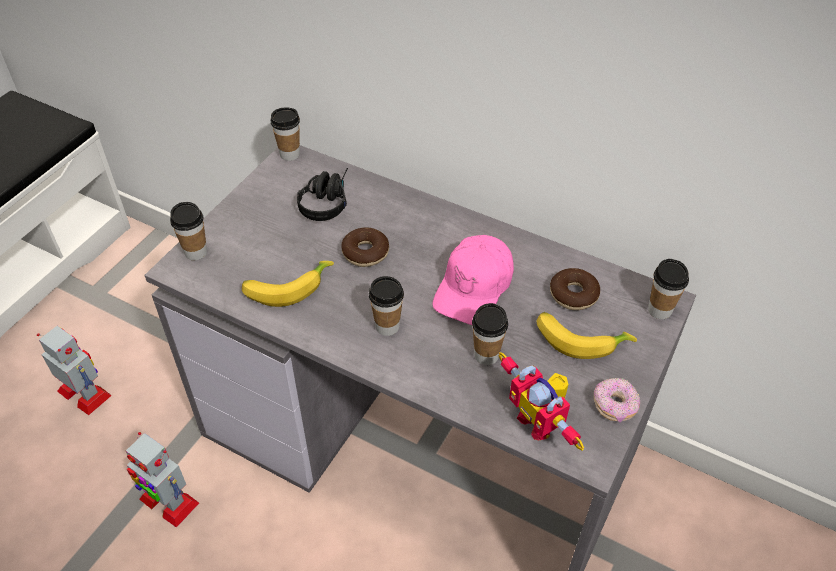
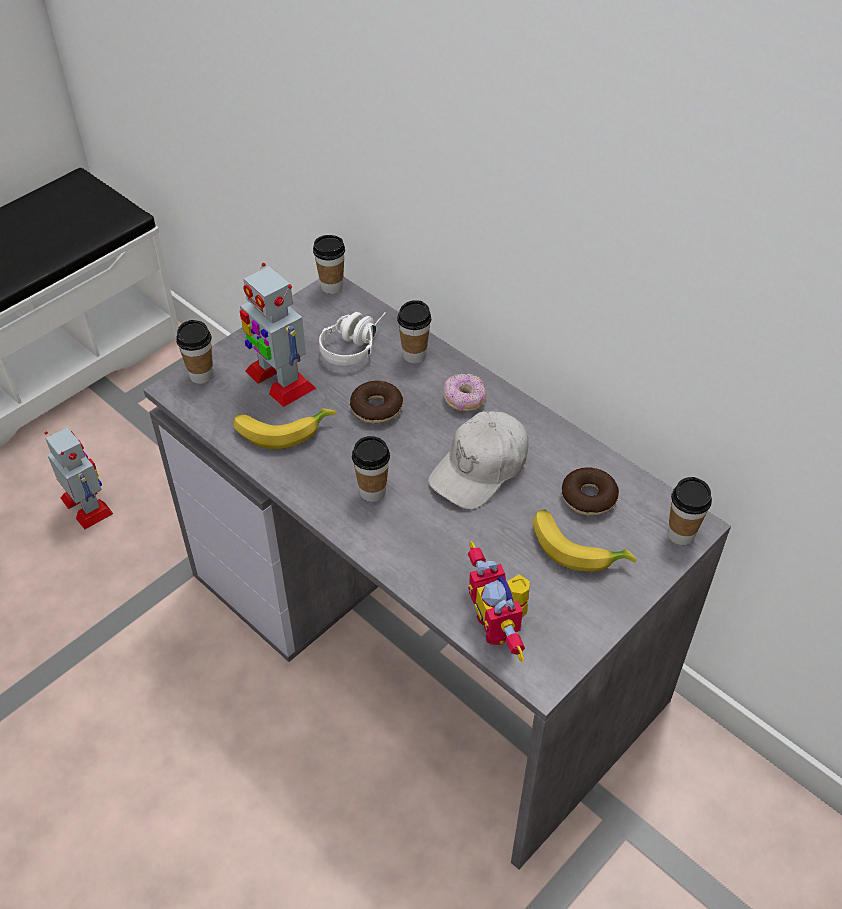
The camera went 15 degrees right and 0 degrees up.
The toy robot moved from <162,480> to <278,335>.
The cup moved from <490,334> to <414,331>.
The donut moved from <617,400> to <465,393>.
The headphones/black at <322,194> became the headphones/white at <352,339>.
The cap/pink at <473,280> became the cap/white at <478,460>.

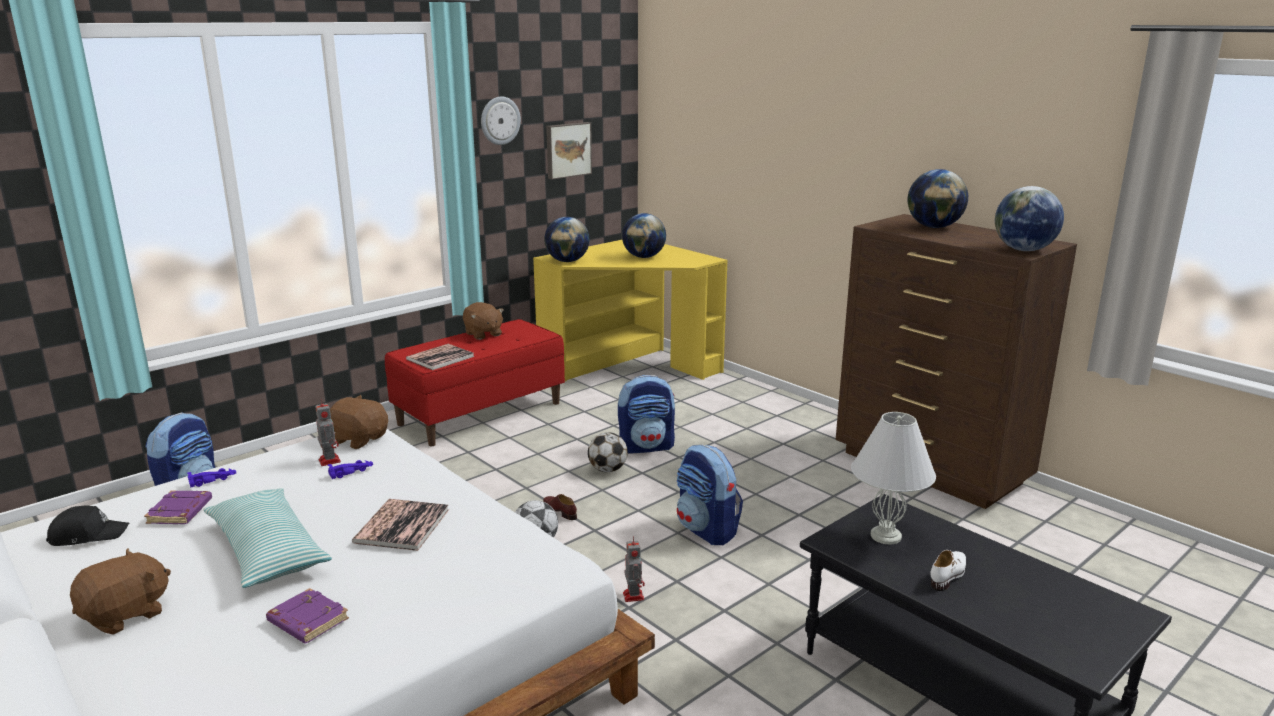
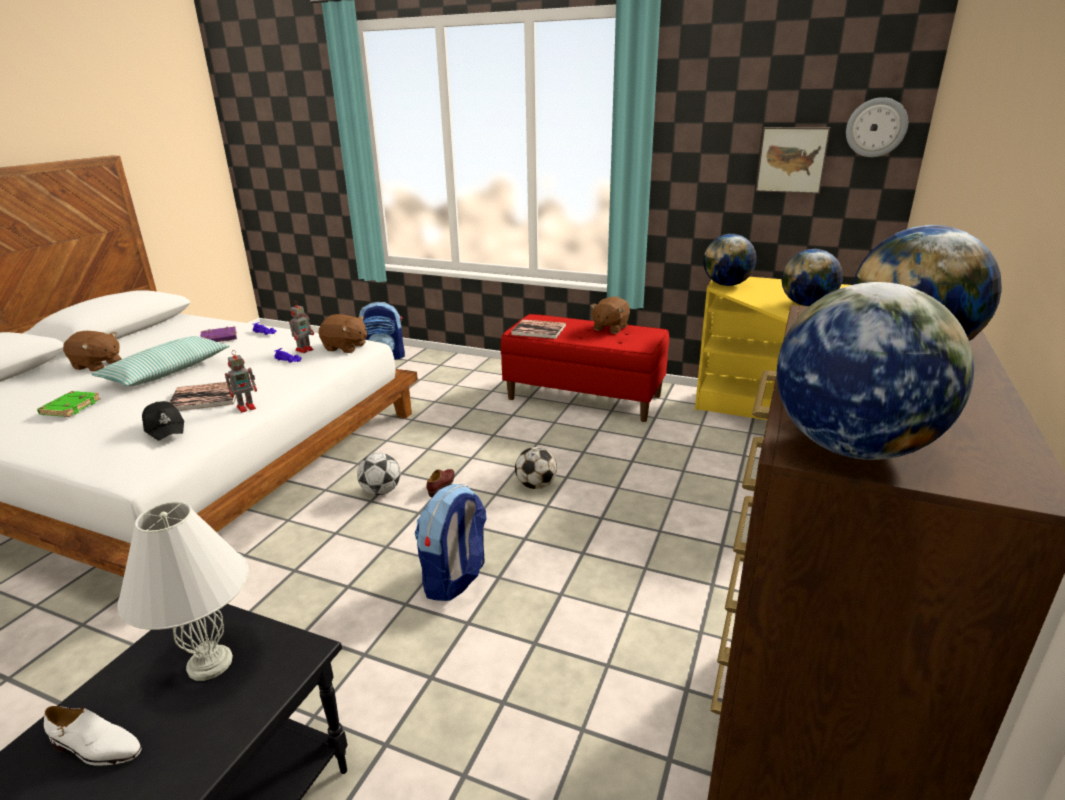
The camera went 65 degrees right and 5 degrees up.
The backpack at <646,414> disappeared.
The cap/black moved from <87,525> to <163,421>.
The wall clock moved from <501,121> to <877,127>.
The toy robot moved from <634,569> to <241,381>.
The book/purple at <307,616> became the book/green at <69,404>.
The plush toy/brown at <359,422> turned 105 degrees clockwise.

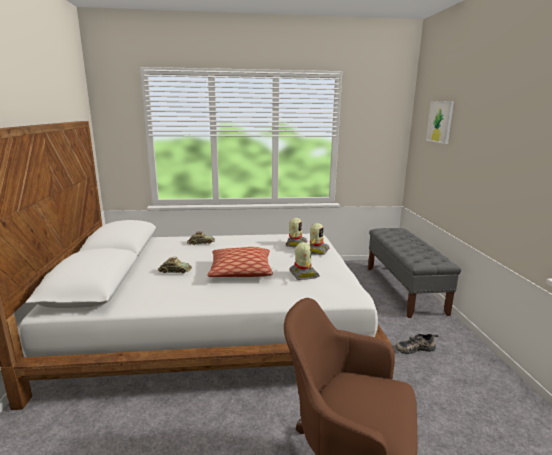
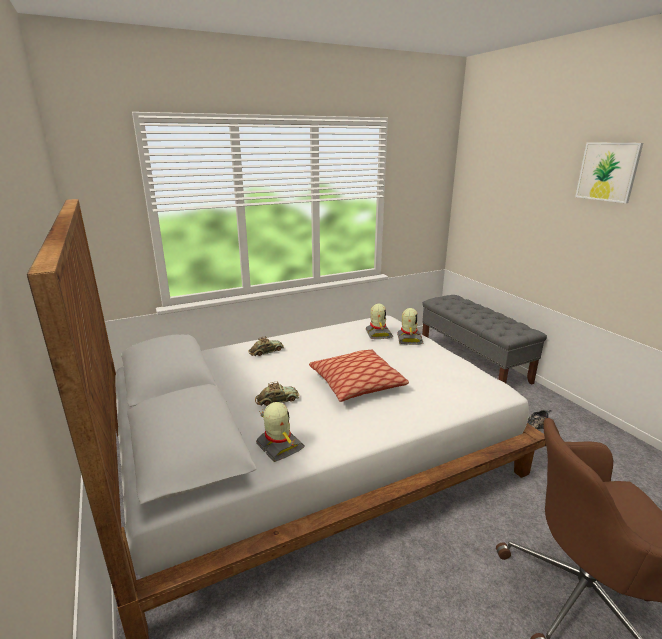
The camera went 20 degrees left and 5 degrees up.
The toy robot moved from <304,261> to <280,432>.
The picture moved from <440,122> to <609,172>.

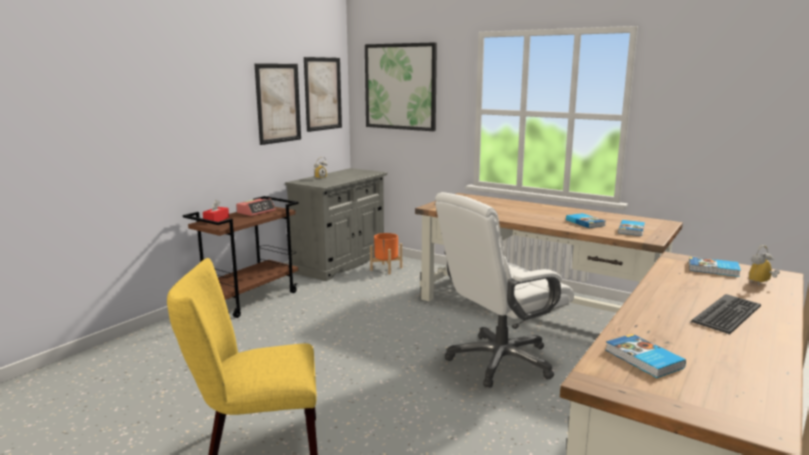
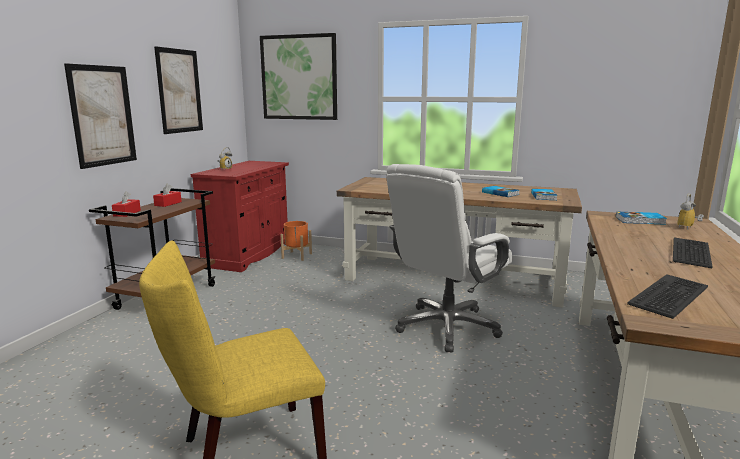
The camera went 15 degrees left and 0 degrees up.
The picture moved from <323,94> to <100,116>.
The alarm clock at <256,207> was replaced by the tissue box/red at <167,195>.
The book at <645,356> was replaced by the keyboard at <667,296>.
The cabinet/grey at <336,224> became the cabinet/red at <240,216>.

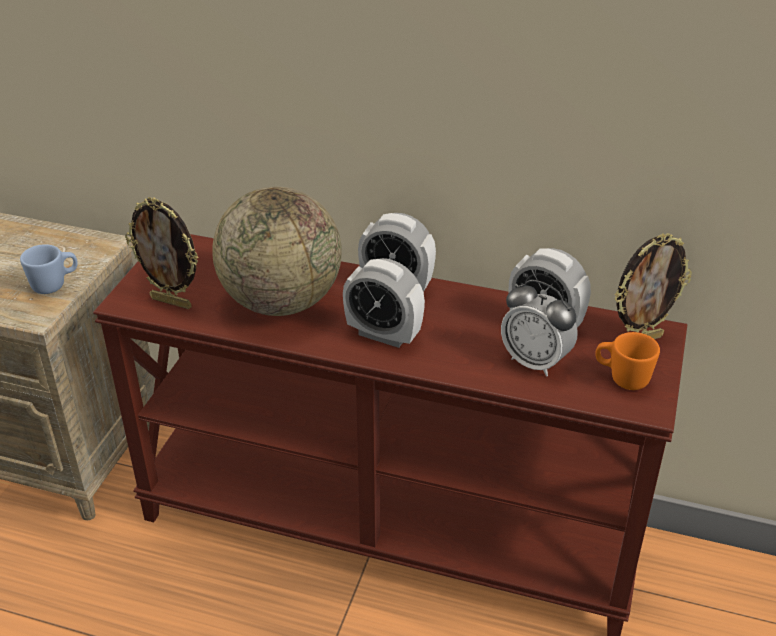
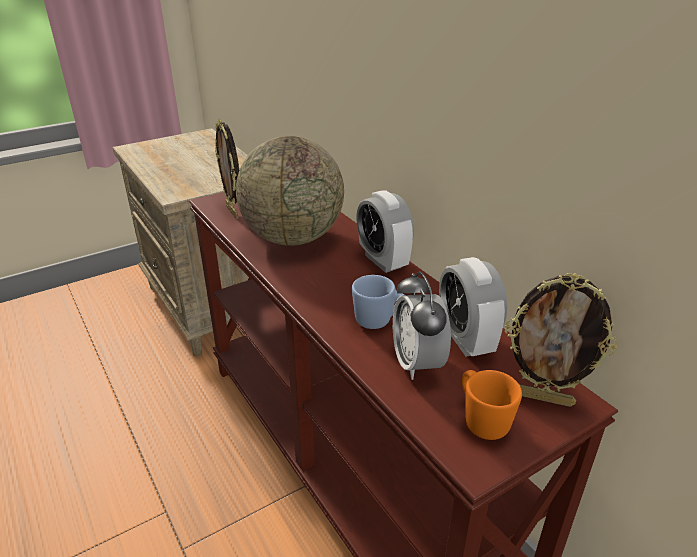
The camera went 40 degrees right and 5 degrees down.
The alarm clock at <384,303> disappeared.
The mug/blue moved from <49,269> to <378,302>.

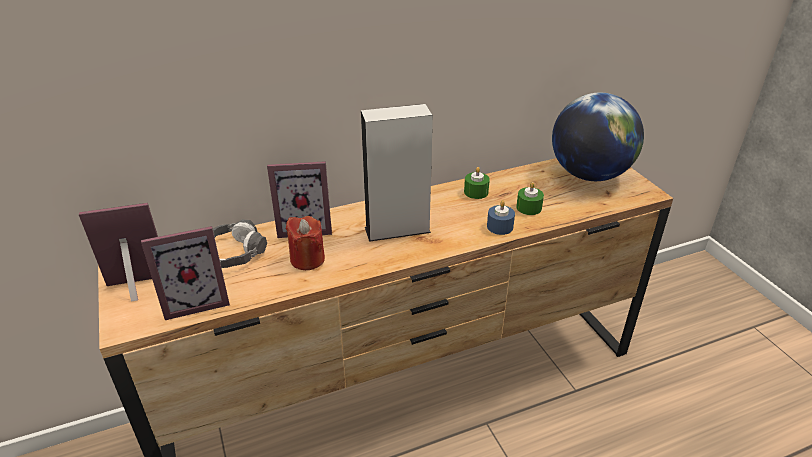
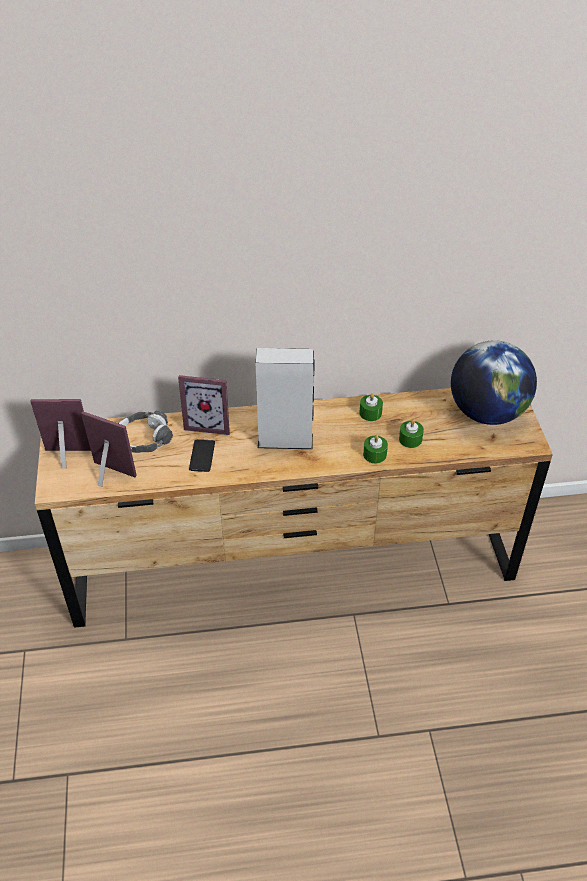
The camera went 15 degrees right and 10 degrees up.
The candle/red at <305,243> was replaced by the phone at <202,455>.
The candle/blue at <501,217> became the candle/green at <375,449>.
The picture frame at <185,273> turned 150 degrees counterclockwise.

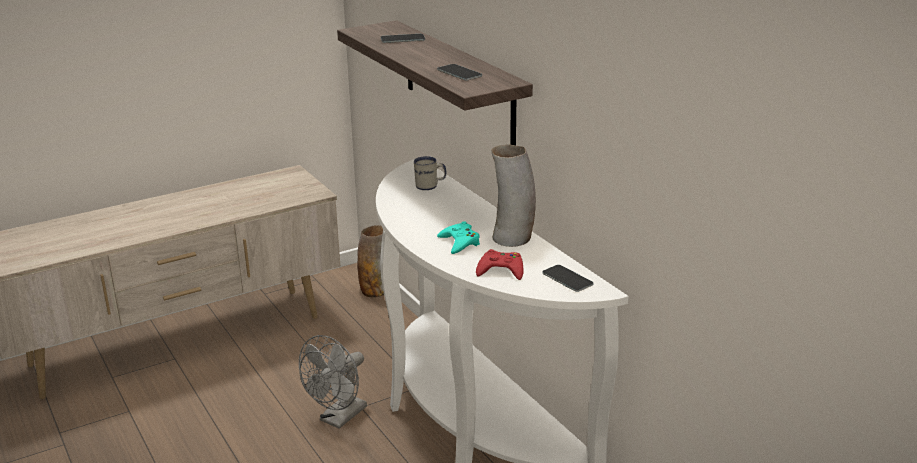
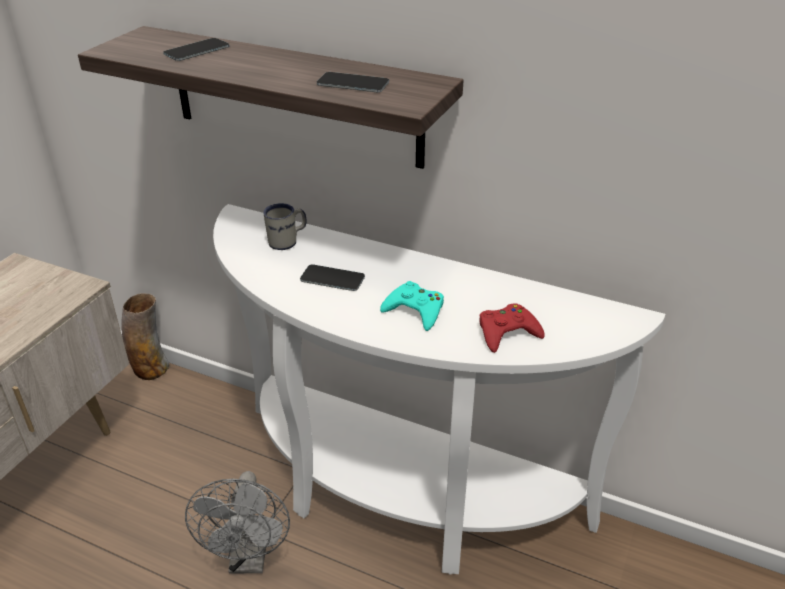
The camera went 35 degrees left and 10 degrees up.
The vase at <513,195> disappeared.
The phone moved from <567,278> to <332,277>.

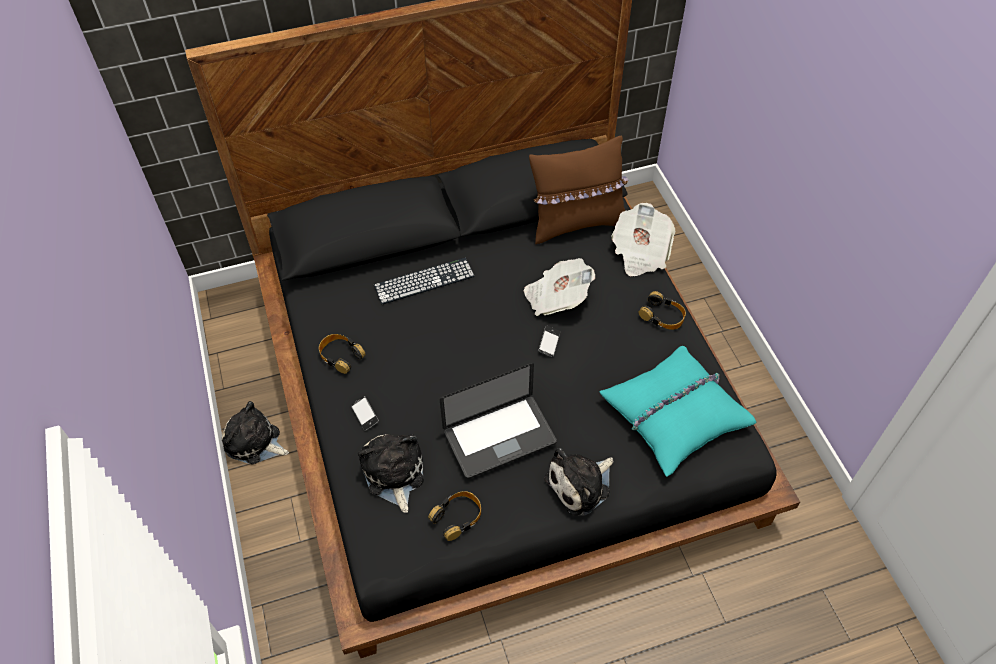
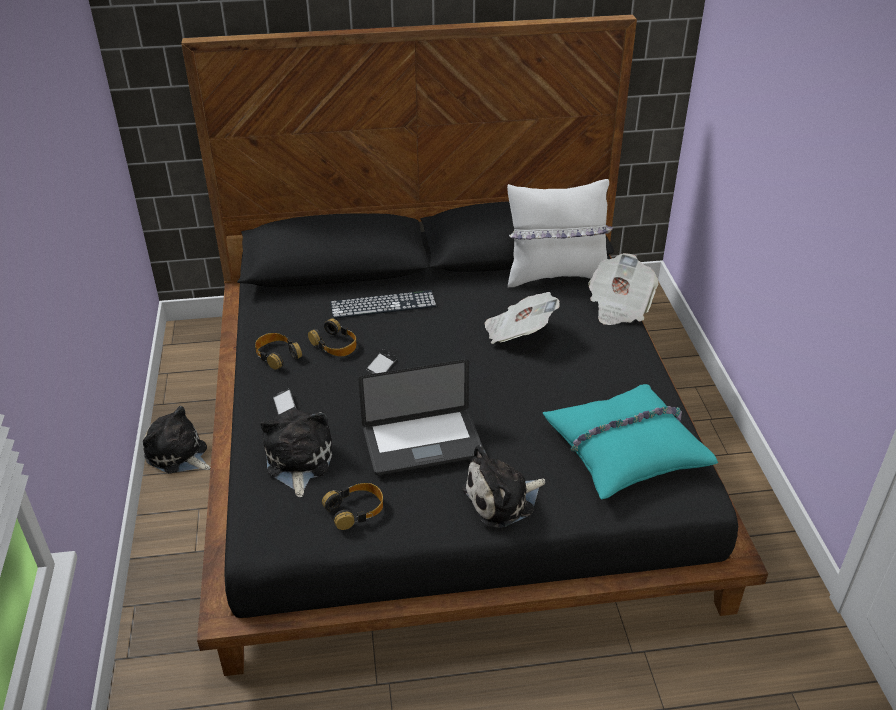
The camera went 10 degrees right and 15 degrees down.
The phone moved from <549,341> to <381,361>.
The headphones moved from <662,310> to <332,337>.
The pillow/brown at <579,190> became the pillow/white at <560,233>.

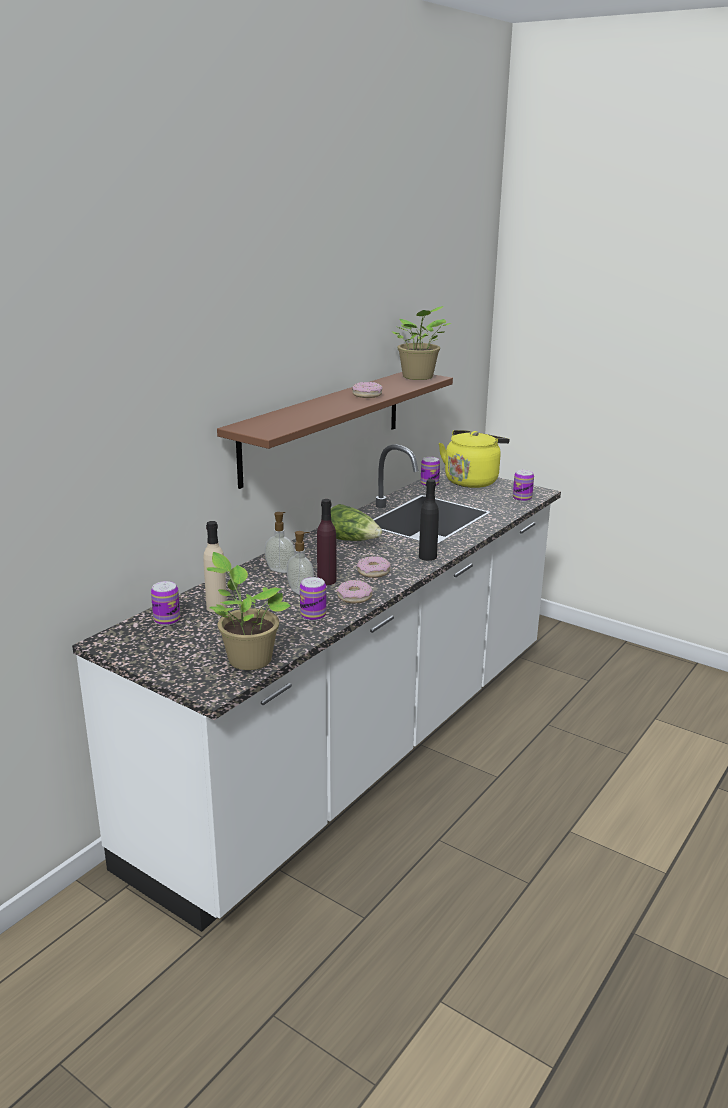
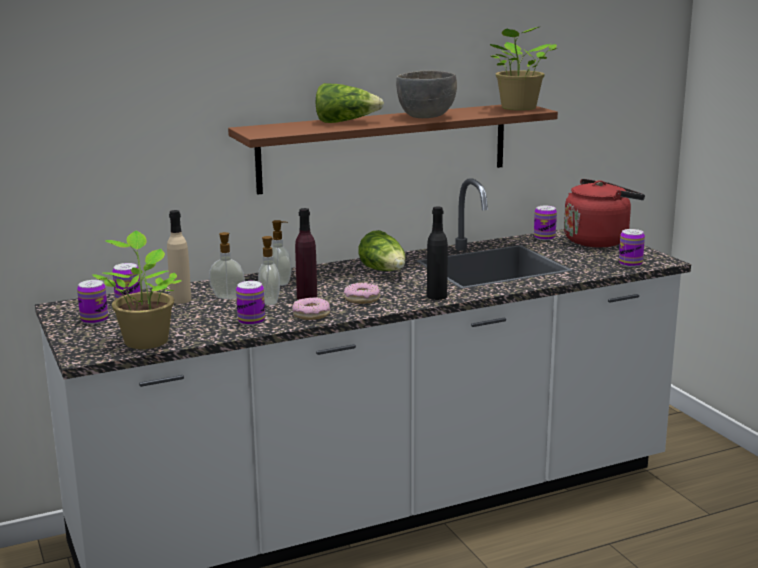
The camera went 30 degrees right and 5 degrees down.
The can at <92,302> appeared.
The soap dispenser at <227,265> appeared.
The lettuce at <349,103> appeared.
The donut at <367,390> was replaced by the bowl/grey at <426,94>.
The kettle/yellow at <474,459> became the kettle/red at <604,213>.

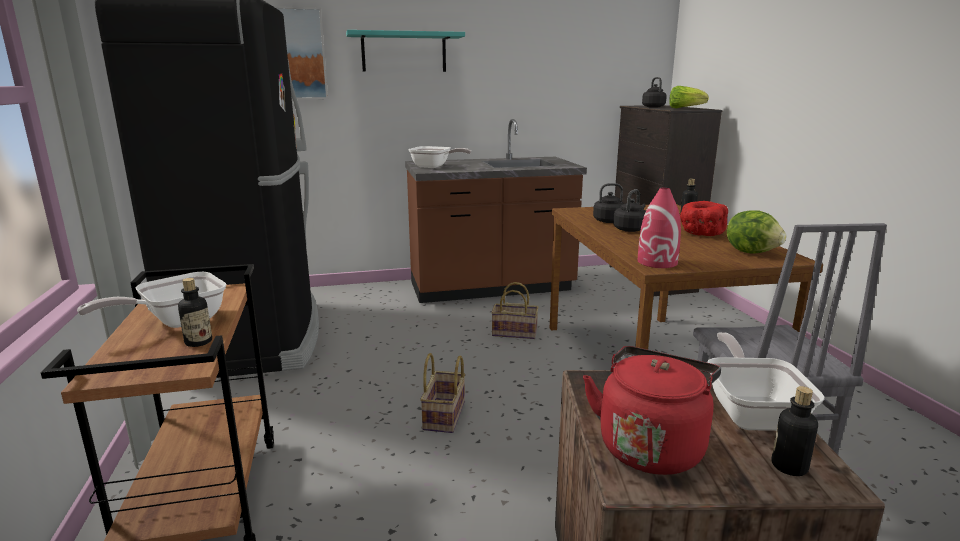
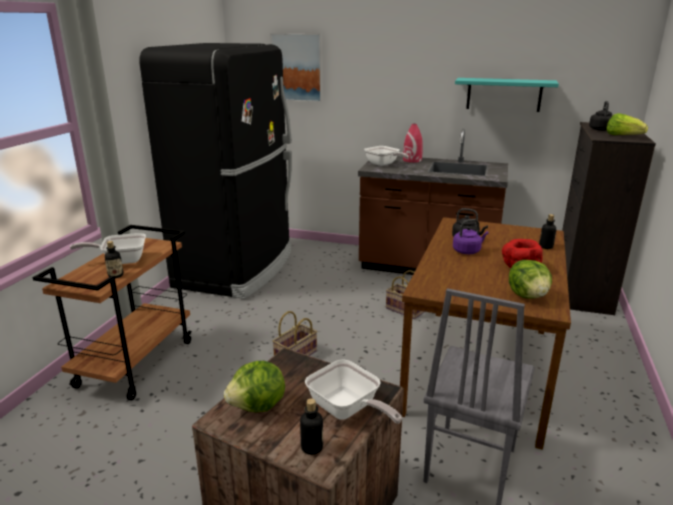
The camera went 30 degrees right and 5 degrees up.
The shelf/turquoise moved from <405,51> to <507,95>.
The vase/red moved from <659,228> to <413,143>.
The kettle/red at <652,410> was replaced by the lettuce at <254,386>.
The kettle/black at <629,210> became the kettle/purple at <471,236>.
The frying pan at <765,381> turned 105 degrees clockwise.

